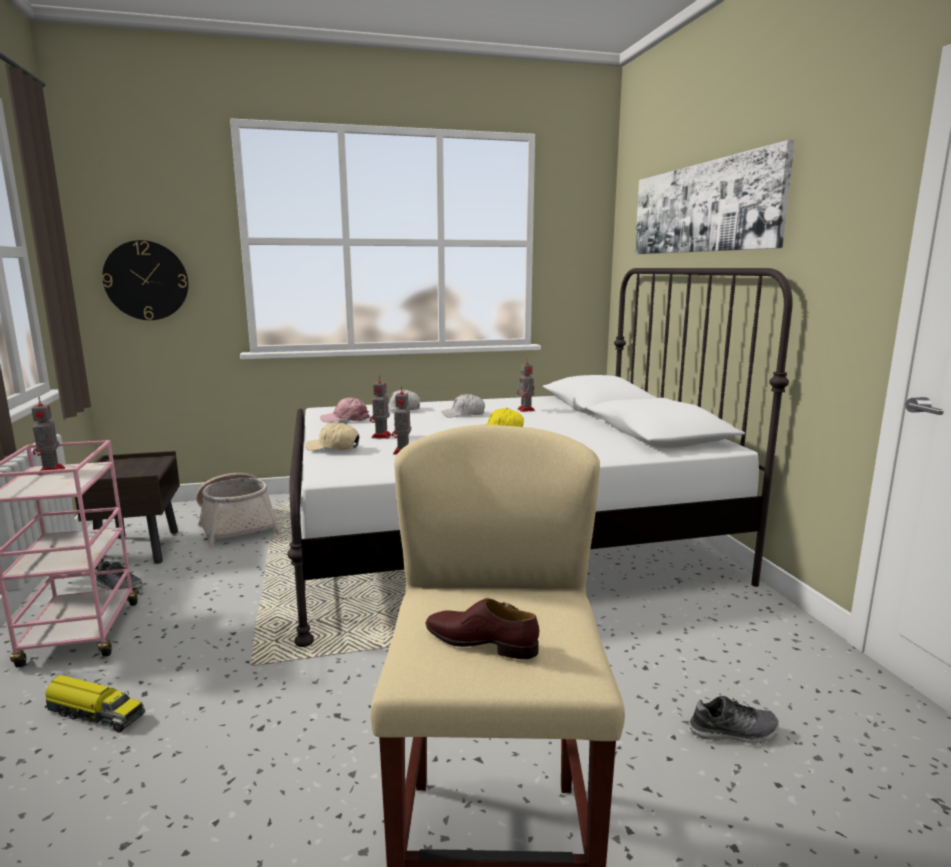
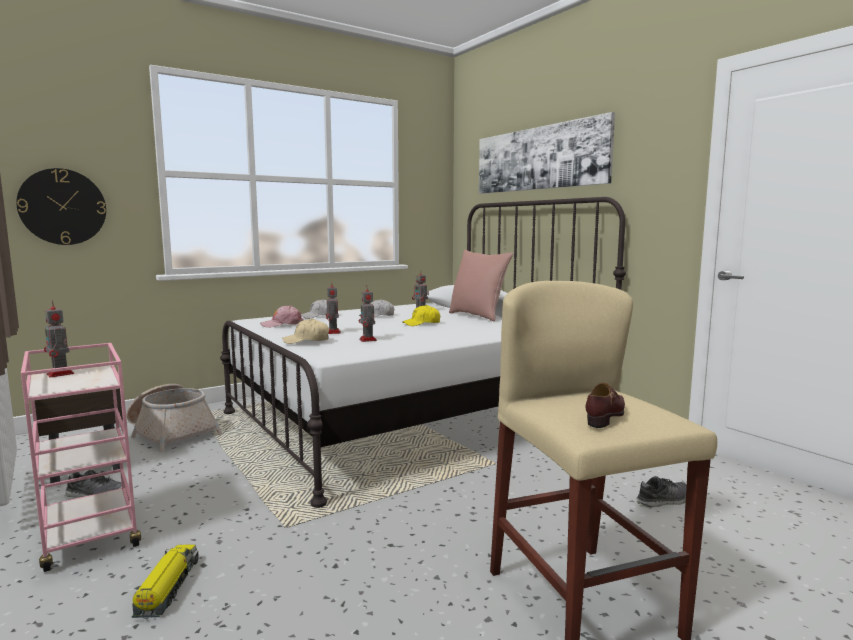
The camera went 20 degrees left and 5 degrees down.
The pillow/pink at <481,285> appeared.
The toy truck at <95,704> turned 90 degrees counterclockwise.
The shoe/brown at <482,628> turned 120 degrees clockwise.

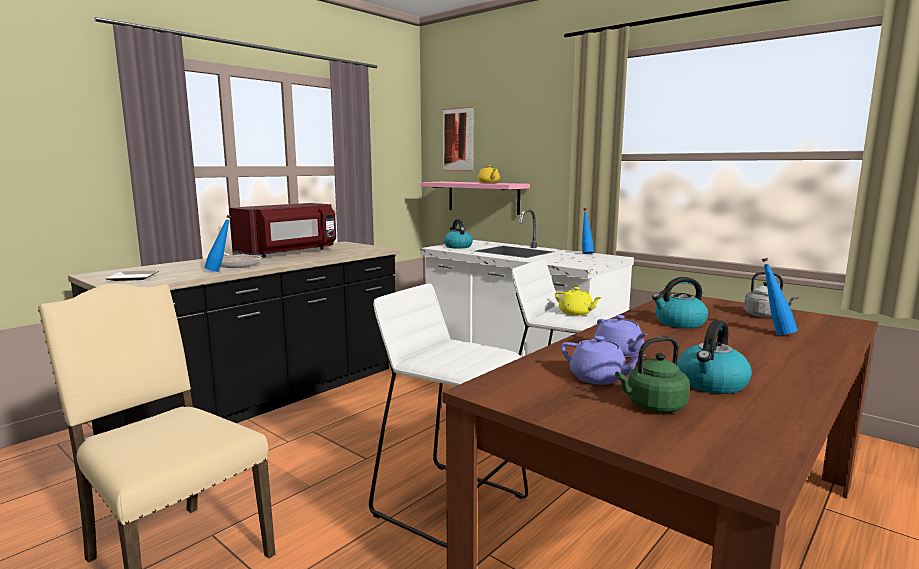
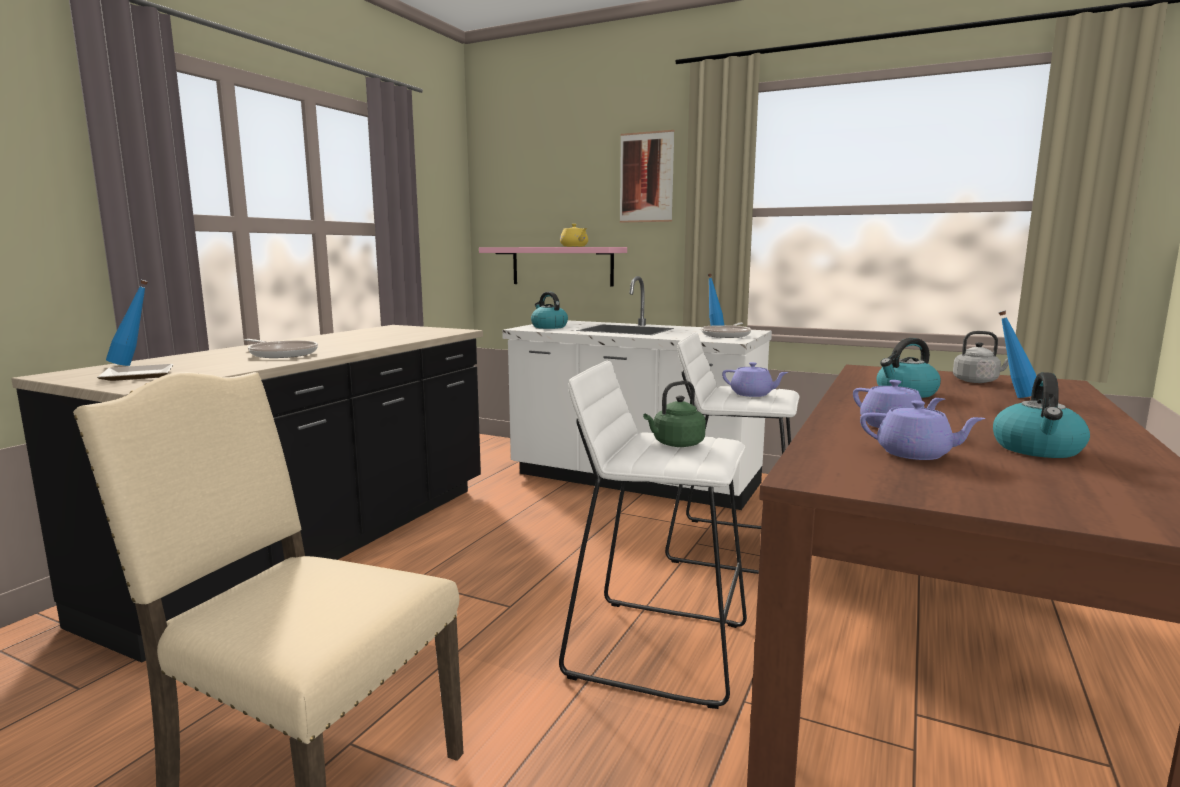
The camera went 15 degrees left and 0 degrees up.
The microwave/red at <282,230> disappeared.
The frying pan at <726,330> appeared.
The bottle/blue moved from <218,243> to <127,323>.
The picture moved from <458,138> to <647,176>.
The kettle/green moved from <652,374> to <674,414>.
The teapot/yellow at <578,301> became the teapot/purple at <755,379>.

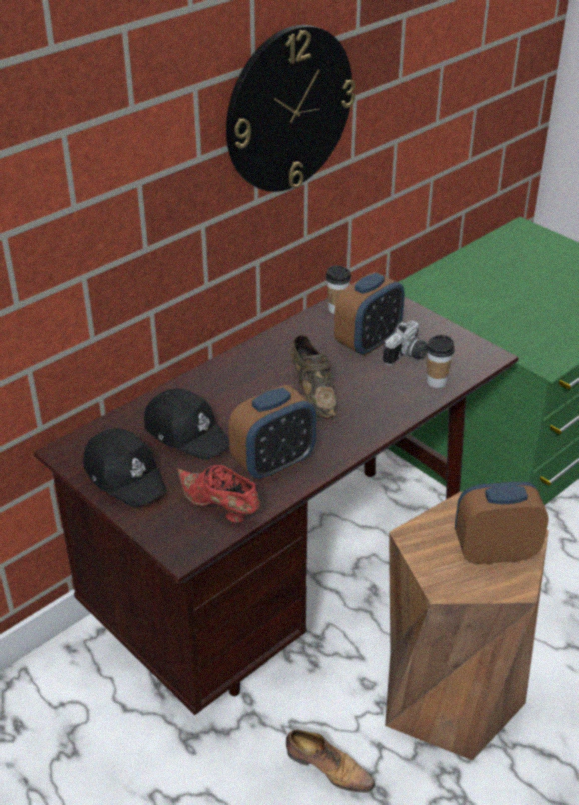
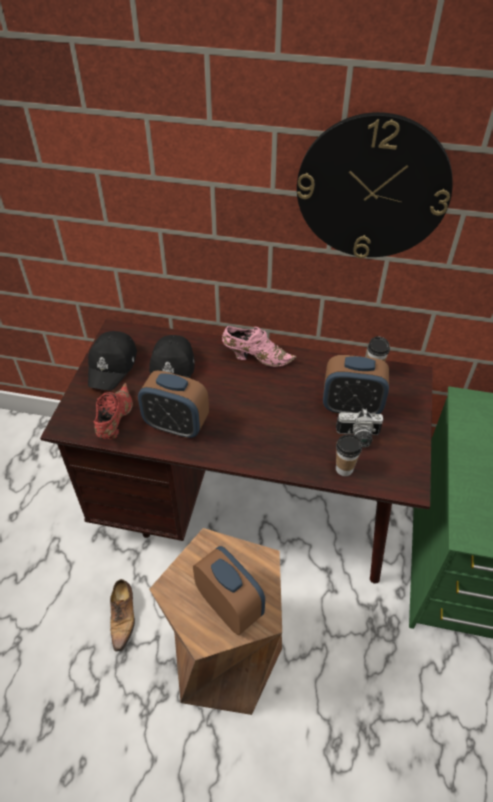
The camera went 55 degrees right and 10 degrees up.
The shoe/brown at <314,376> disappeared.
The shoe/pink at <259,346> appeared.

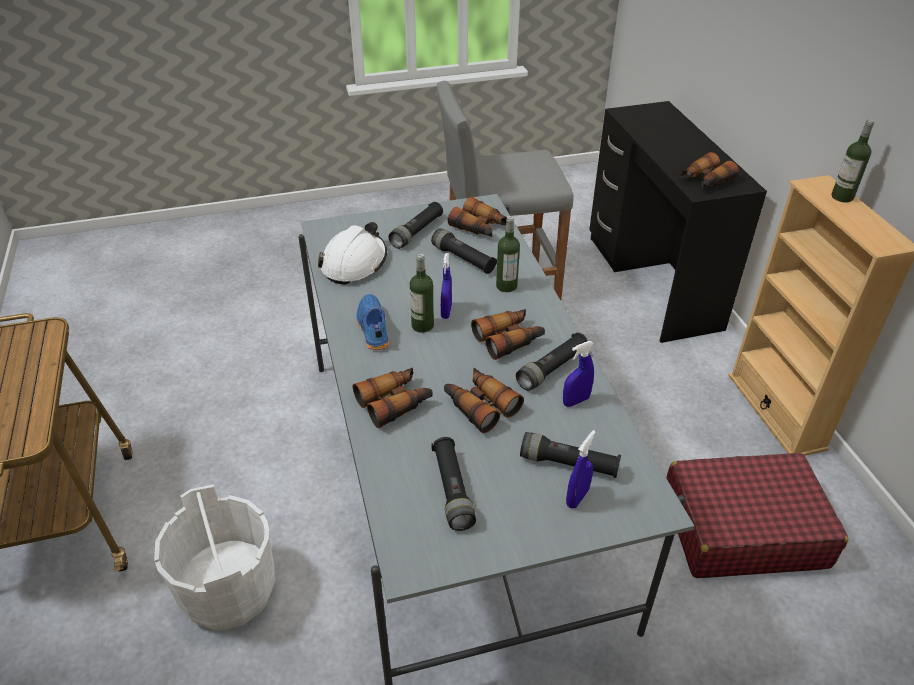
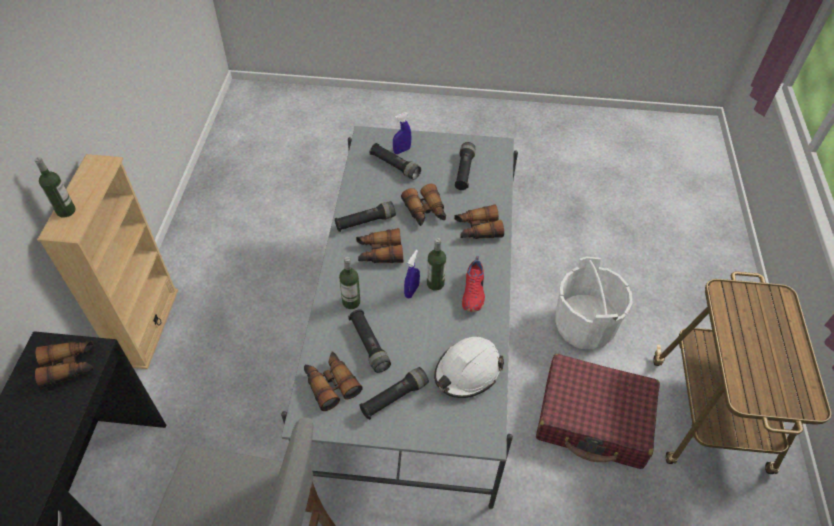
The camera went 160 degrees left and 10 degrees up.
The spray bottle/blue at <578,374> disappeared.
The suitcase/red moved from <757,515> to <598,411>.
The shoe/blue at <373,322> became the shoe/red at <473,284>.

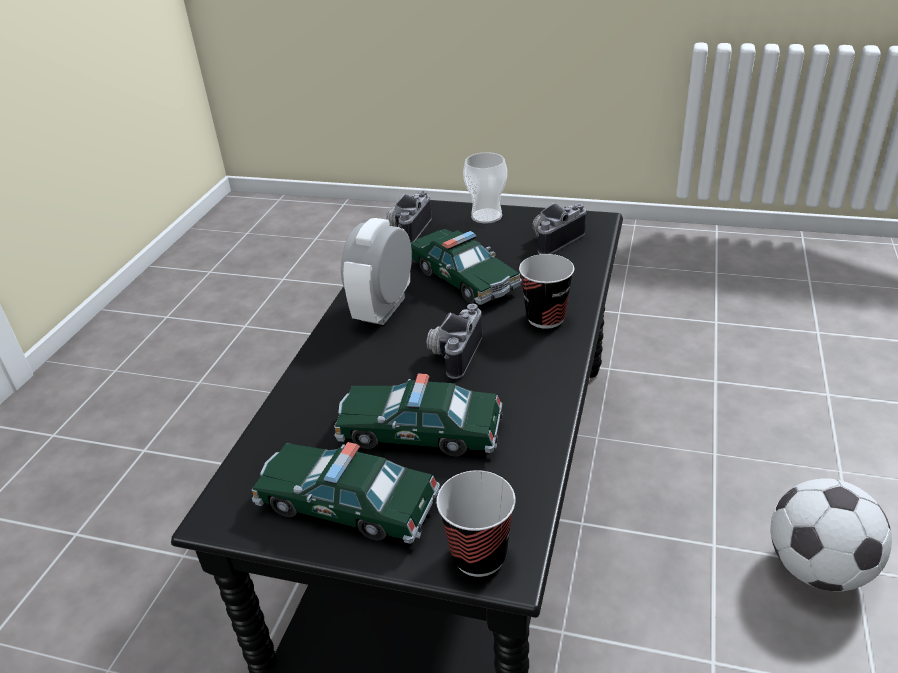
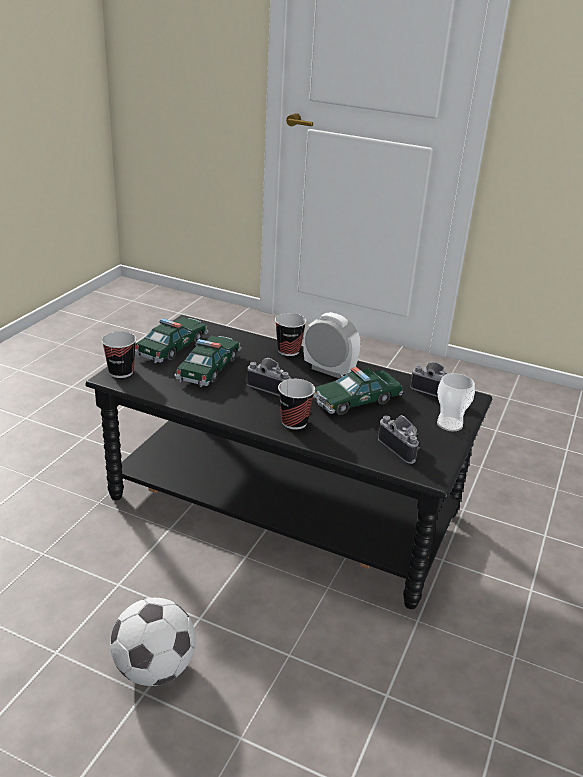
The camera went 95 degrees right and 5 degrees down.
The cup at <291,334> appeared.

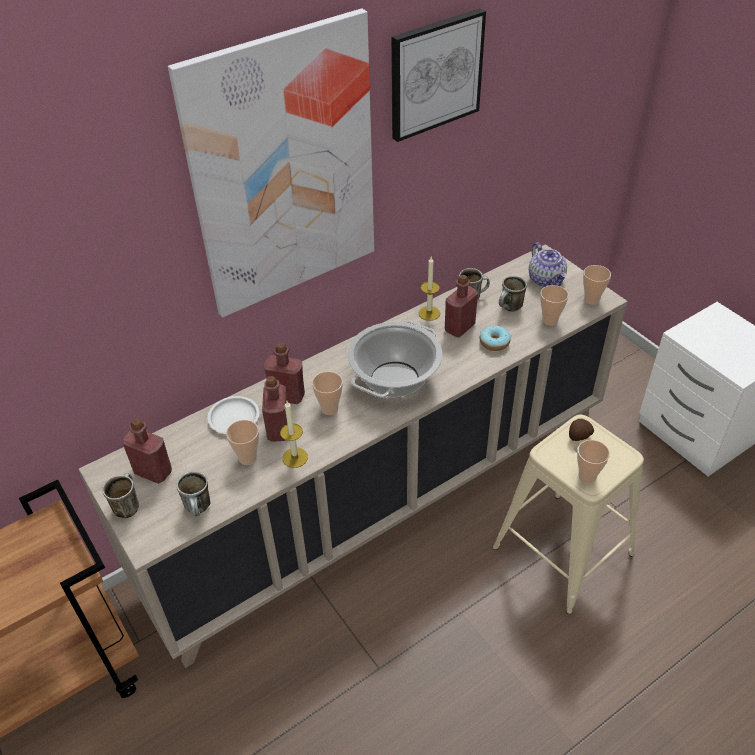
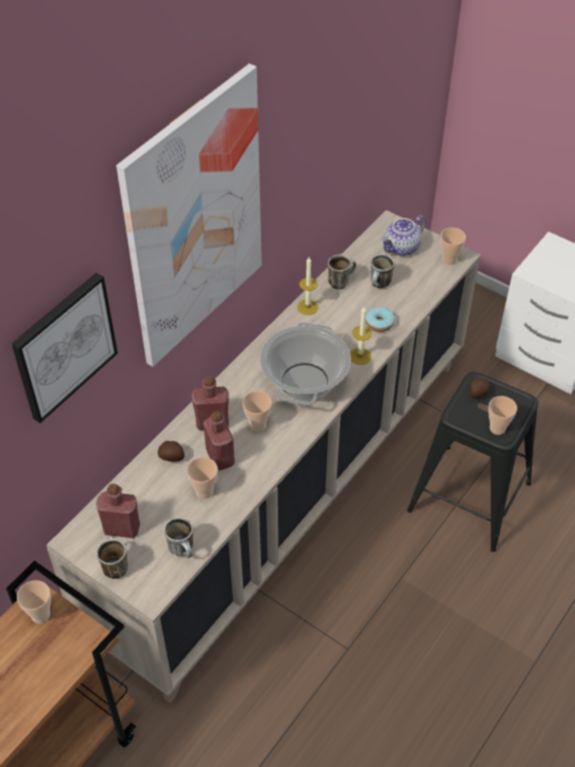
The camera went 20 degrees left and 5 degrees up.
The bottle/red at <461,306> disappeared.
The candle moved from <294,434> to <361,336>.
The picture moved from <438,75> to <64,348>.
The cup moved from <554,305> to <34,601>.
The plate/white at <233,415> was replaced by the potato at <171,451>.
The stool/beige at <568,514> became the stool/black at <472,462>.
The teapot at <548,264> turned 90 degrees clockwise.

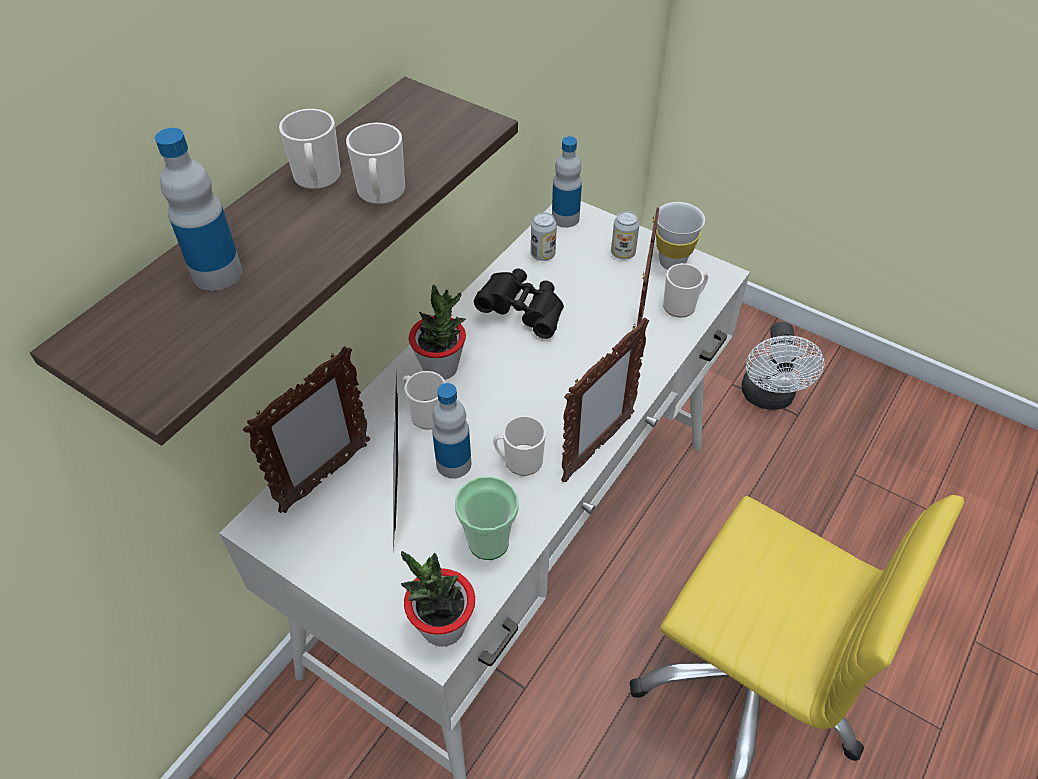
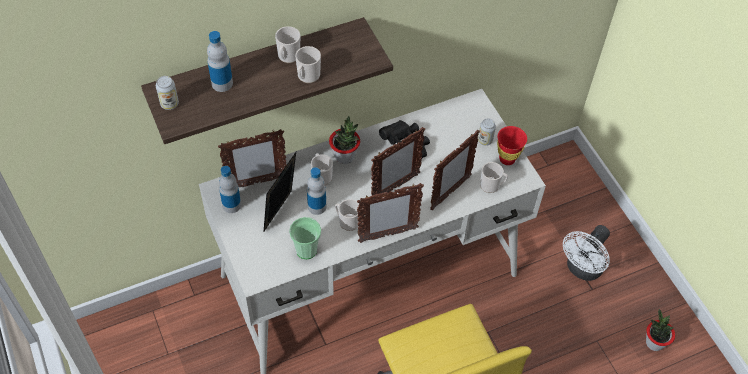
The camera went 30 degrees right and 5 degrees up.
The picture frame at <398,163> appeared.
The potted plant moved from <438,598> to <660,330>.
The can moved from <544,236> to <167,93>.
The bottle moved from <567,182> to <230,189>.
The cup/white at <680,236> became the cup/red at <512,145>.

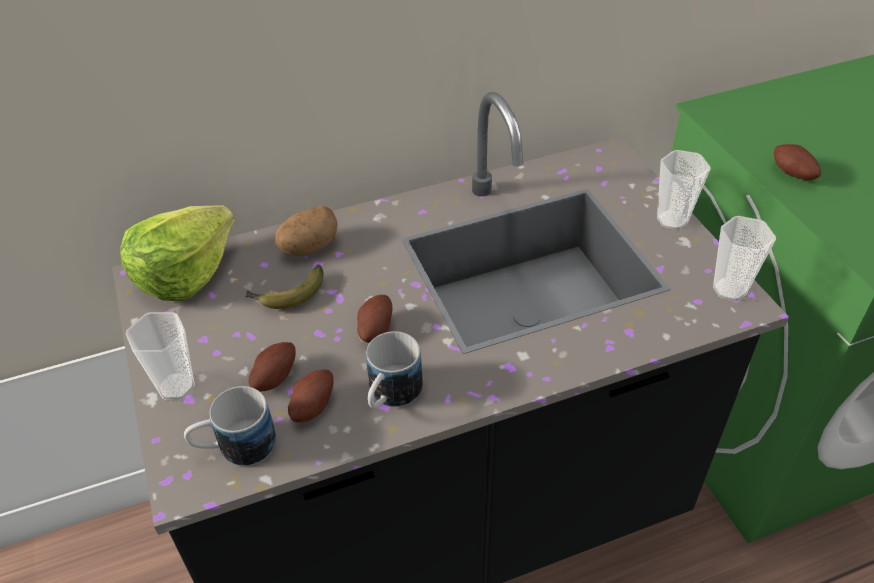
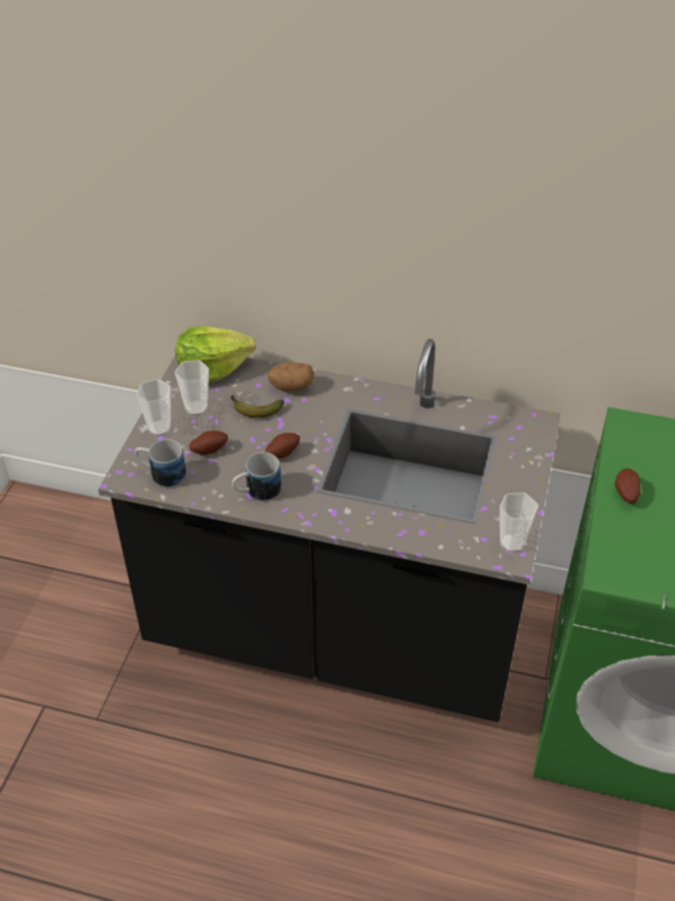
The camera went 35 degrees right and 0 degrees up.
The potato at <311,396> disappeared.
The cup moved from <684,190> to <192,388>.

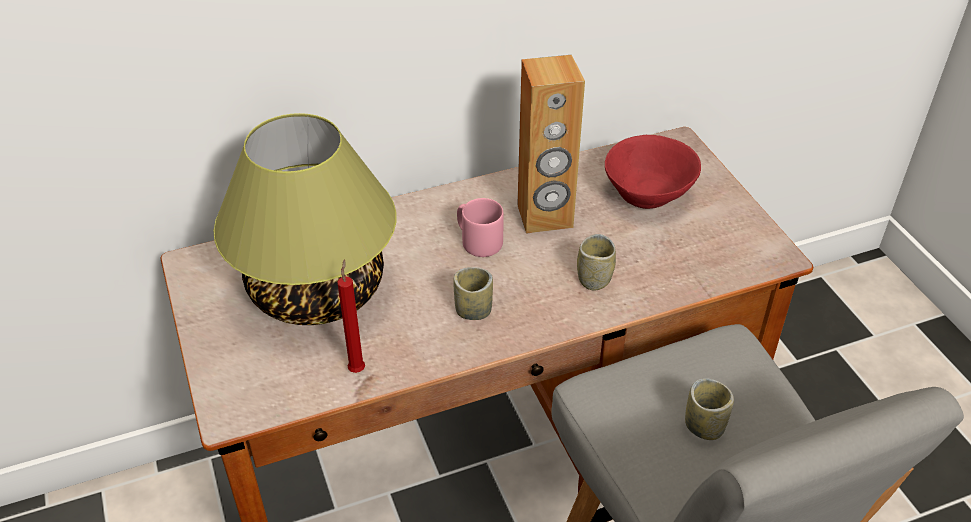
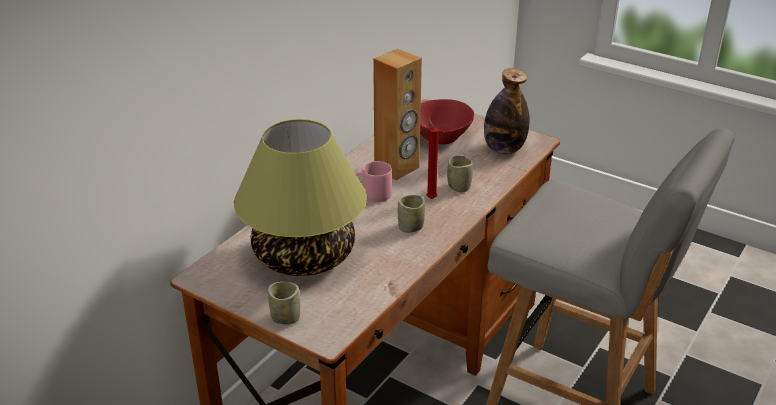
The camera went 35 degrees left and 10 degrees down.
The bottle at <507,111> appeared.
The candle/red moved from <351,316> to <433,158>.
The cup moved from <709,409> to <284,303>.

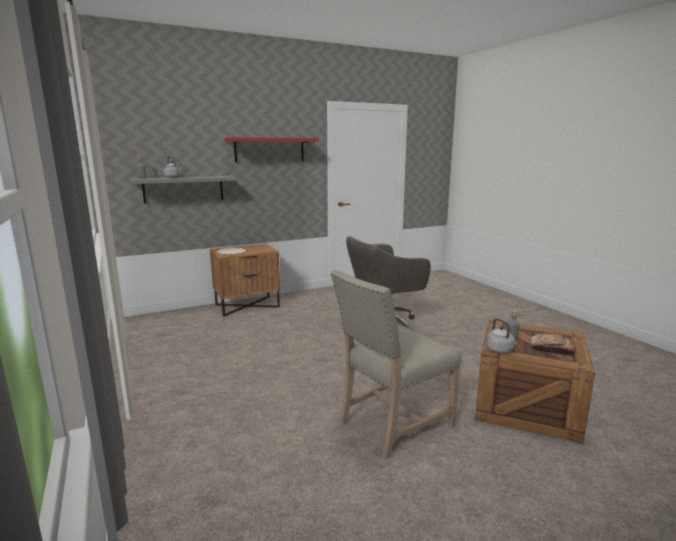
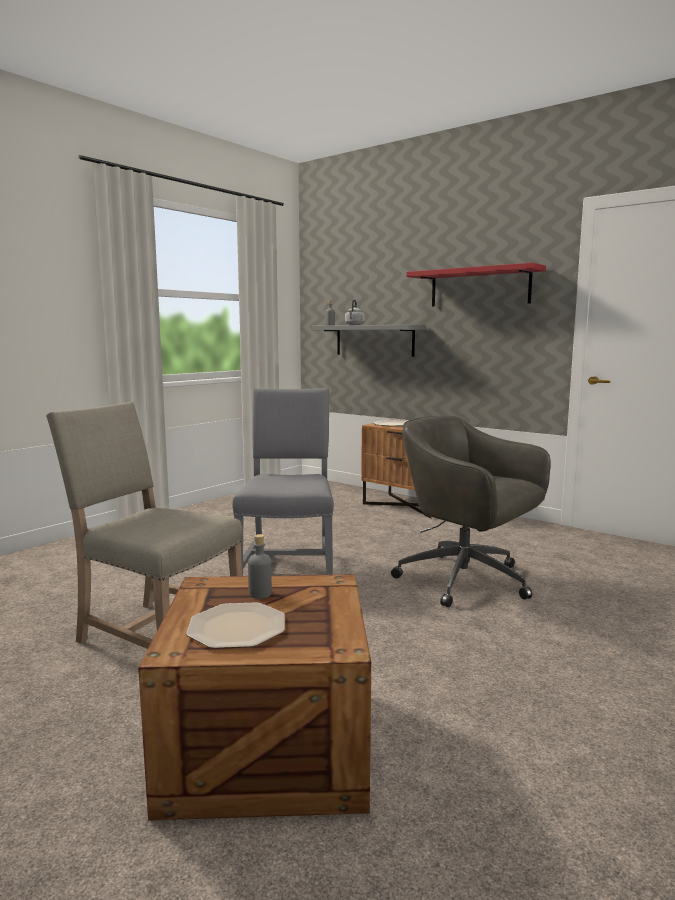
The camera went 65 degrees right and 5 degrees down.
The kettle/grey at <501,335> disappeared.
The chair/grey at <283,482> appeared.
The bread at <553,345> was replaced by the plate at <235,625>.

